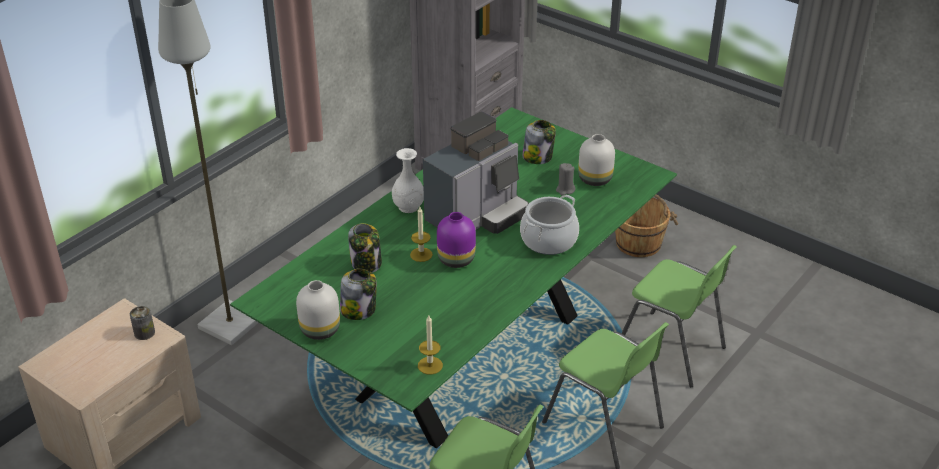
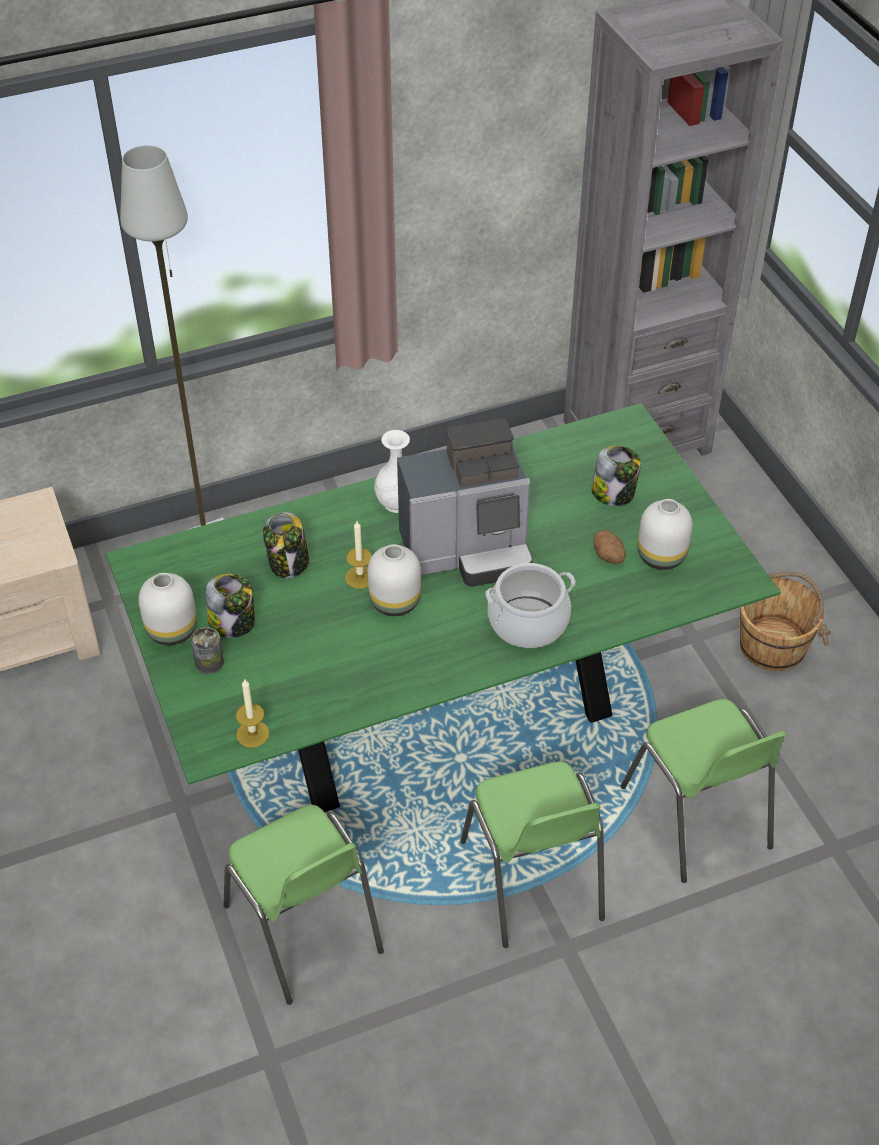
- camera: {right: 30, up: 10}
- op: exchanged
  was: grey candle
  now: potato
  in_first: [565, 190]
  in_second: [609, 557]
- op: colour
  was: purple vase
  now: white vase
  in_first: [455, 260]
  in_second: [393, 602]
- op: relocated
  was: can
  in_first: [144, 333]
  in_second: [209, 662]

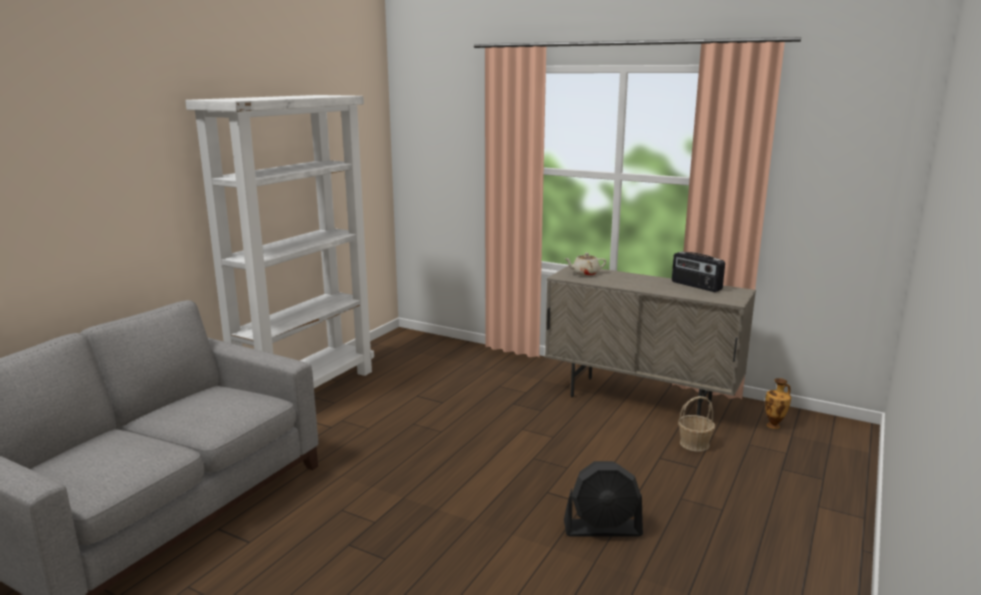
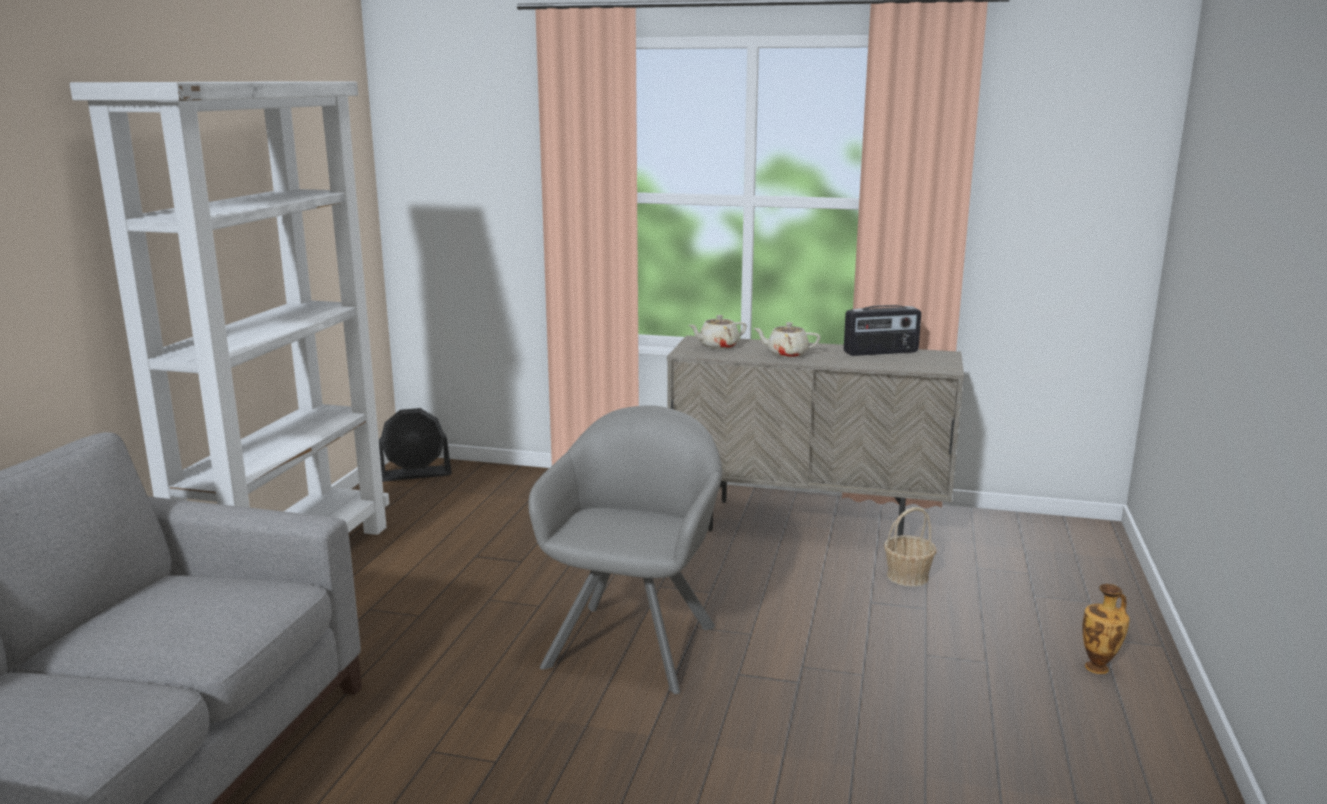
- camera: {right: -15, up: 0}
- op: spun
  was: radio
  in_first: [696, 286]
  in_second: [881, 352]
  clockwise: -45
- op: relocated
  was: vase
  in_first: [774, 426]
  in_second: [1098, 668]
- op: relocated
  was: black fan
  in_first: [603, 528]
  in_second: [415, 474]
- op: appeared
  now: beige teapot
  in_second: [786, 354]
- op: appeared
  now: grey armchair
  in_second: [635, 640]

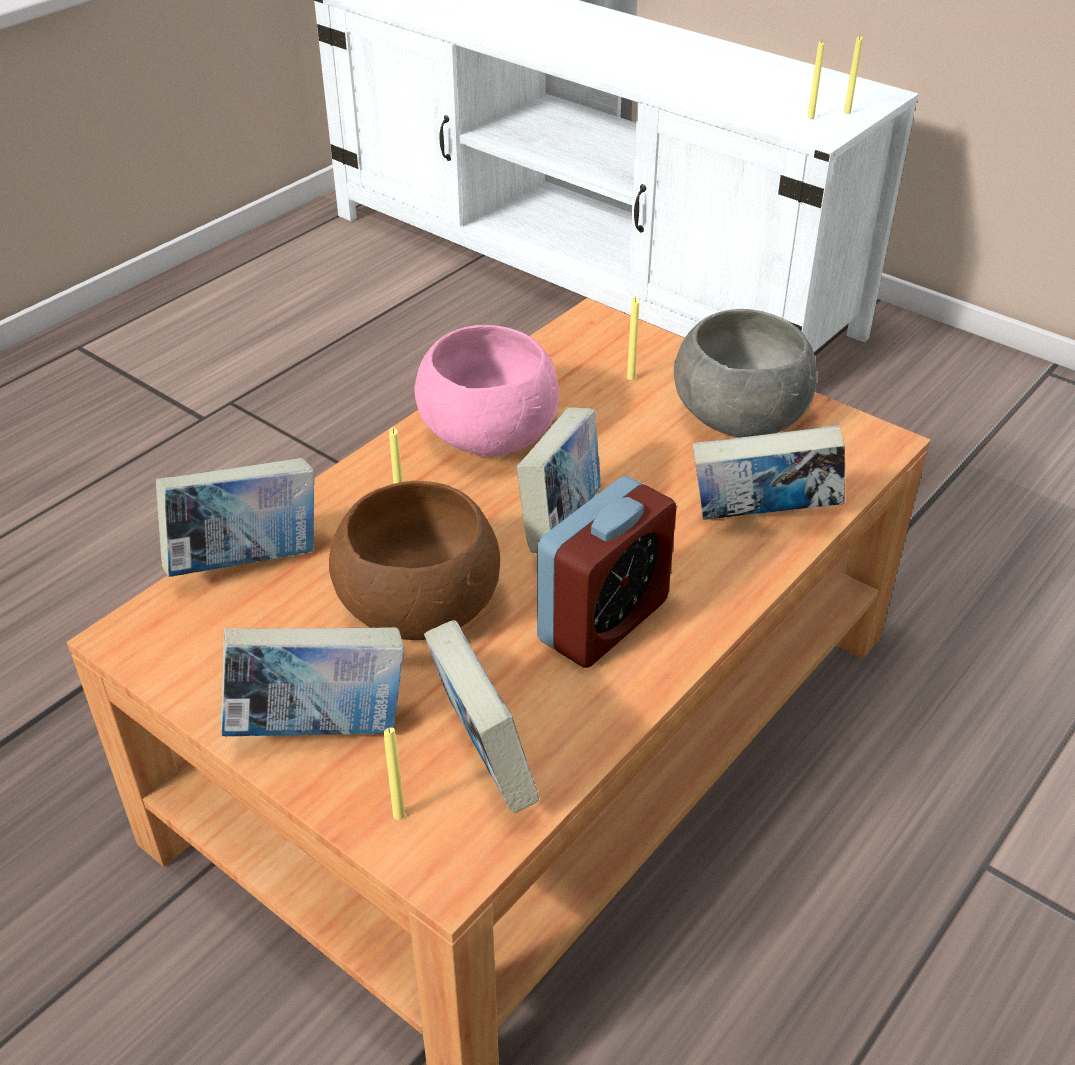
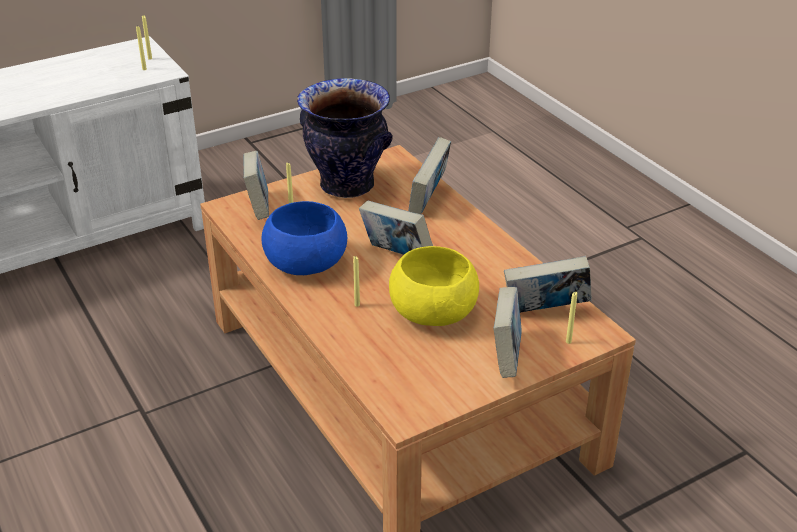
- camera: {right: -70, up: -5}
- op: exchanged
  was: grey bowl
  now: vase
  in_first: [740, 416]
  in_second: [348, 185]
- op: colour
  was: pink bowl
  now: blue bowl
  in_first: [489, 433]
  in_second: [307, 262]
- op: relocated
  was: book
  in_first: [247, 562]
  in_second: [258, 208]
- op: missing
  was: alarm clock
  in_first: [603, 621]
- op: colour
  was: brown bowl
  now: yellow bowl
  in_first: [419, 605]
  in_second: [434, 311]

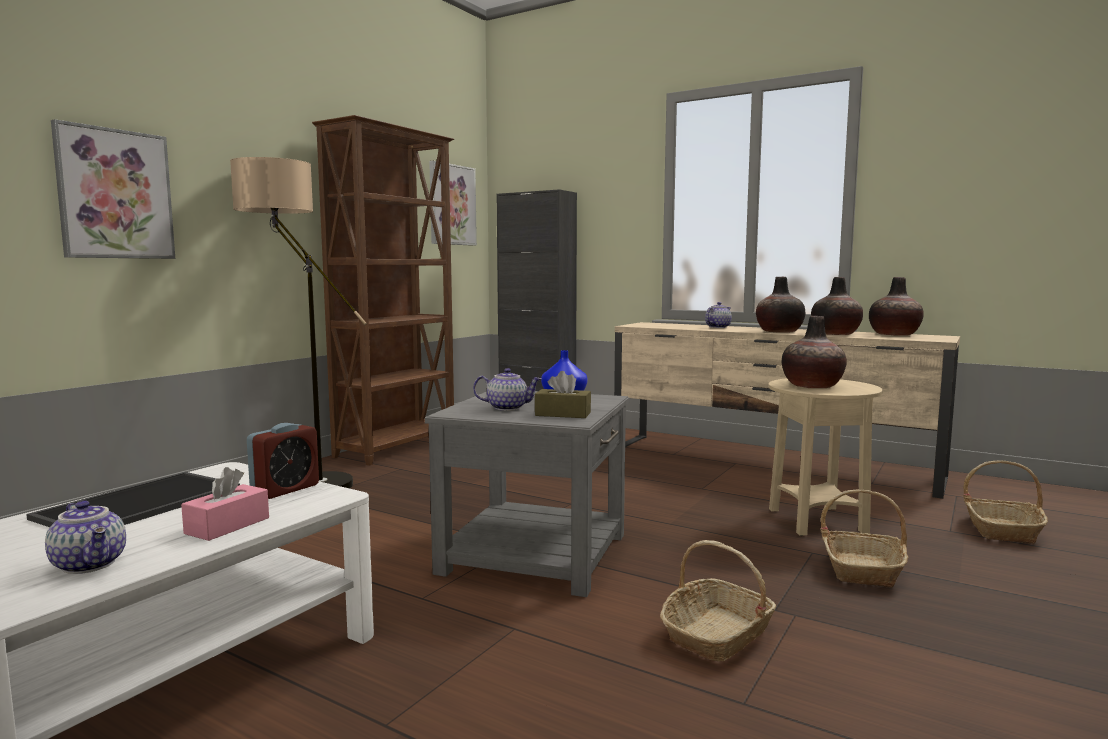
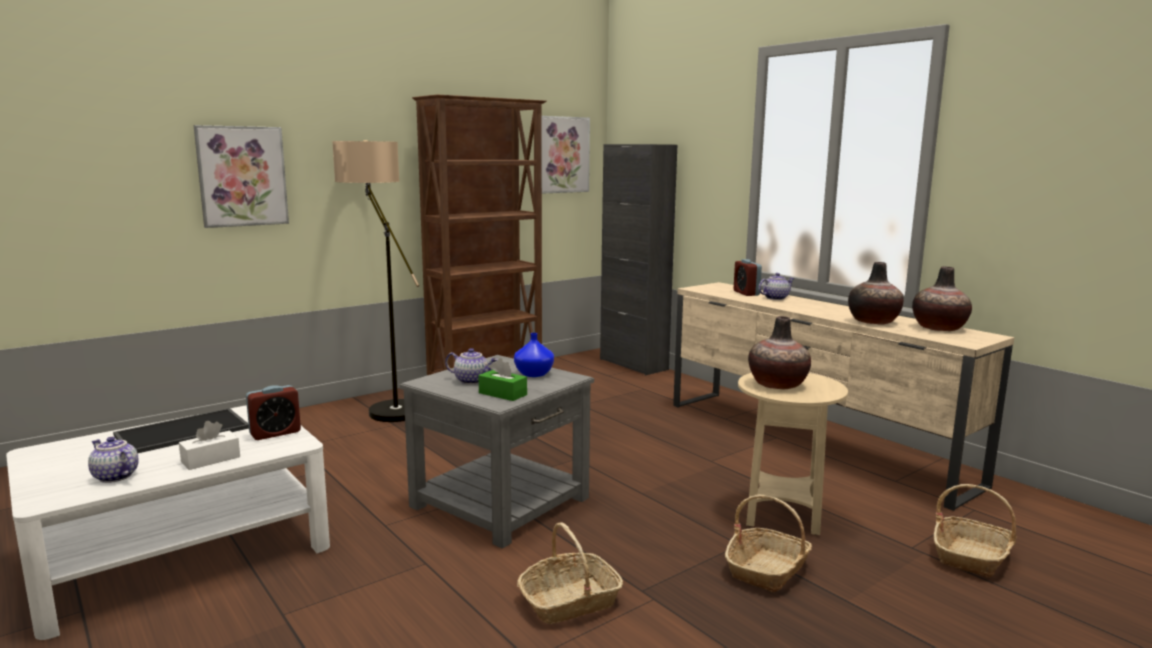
- camera: {right: 20, up: 5}
- op: missing
  was: vase
  in_first: [779, 331]
- op: colour
  was: brown tissue box
  now: green tissue box
  in_first: [563, 414]
  in_second: [502, 394]
- op: colour
  was: pink tissue box
  now: white tissue box
  in_first: [227, 525]
  in_second: [211, 459]
- op: spun
  was: teapot
  in_first: [91, 564]
  in_second: [114, 477]
  clockwise: 150
- op: appeared
  now: alarm clock
  in_second: [746, 293]

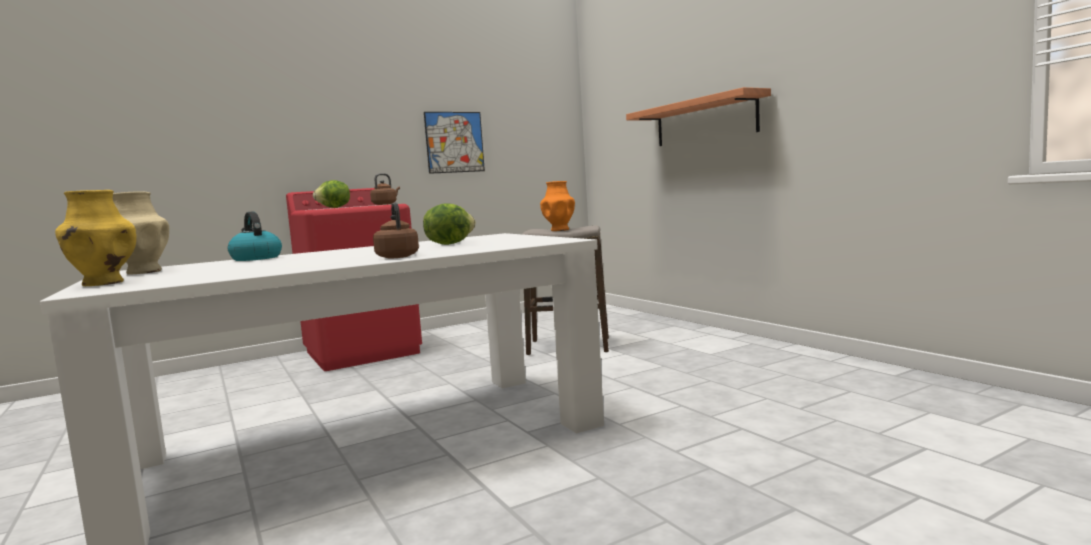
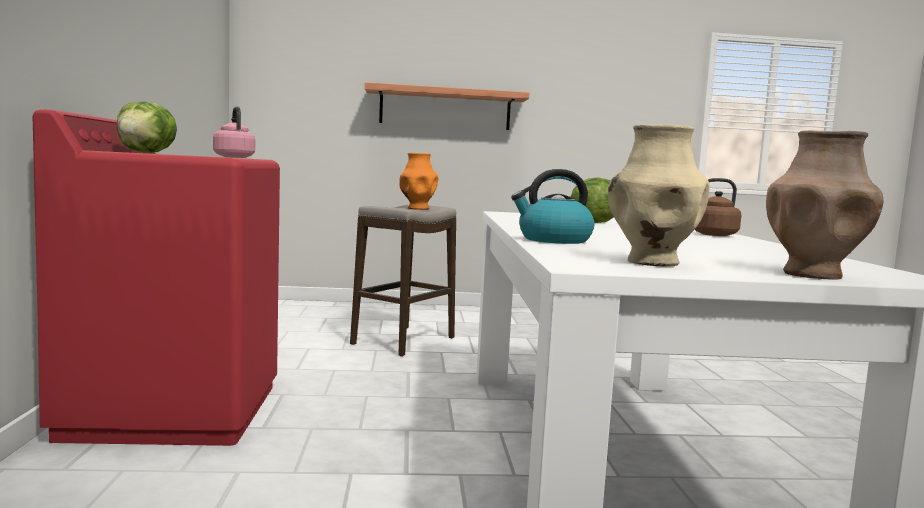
- camera: {right: -65, up: 0}
- op: missing
  was: picture
  in_first: [454, 142]
- op: colour
  was: brown kettle
  now: pink kettle
  in_first: [385, 204]
  in_second: [234, 157]
- op: colour
  was: yellow vase
  now: brown vase
  in_first: [103, 283]
  in_second: [813, 275]

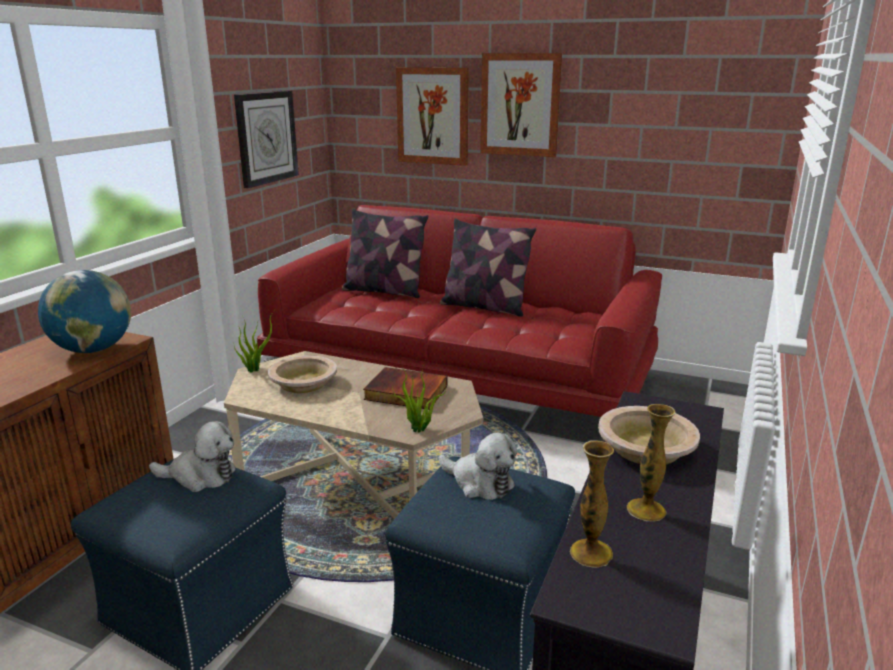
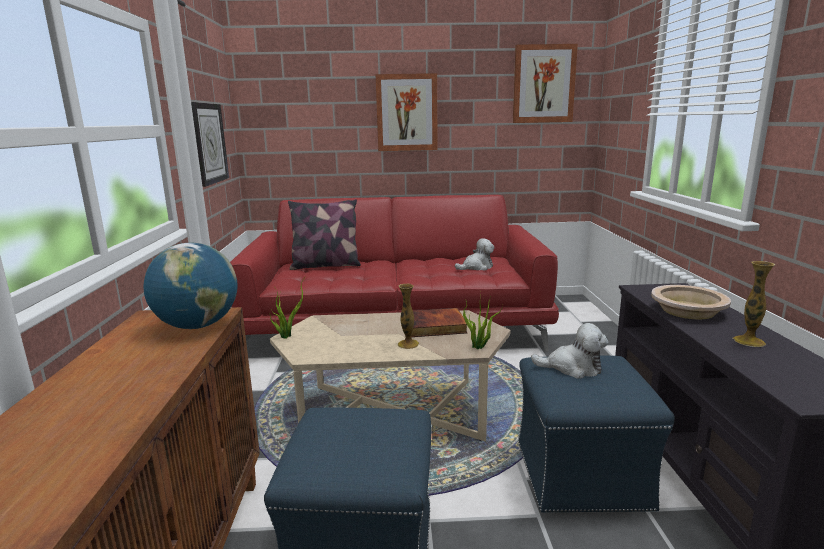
- camera: {right: -25, up: -5}
- op: relocated
  was: picture
  in_first: [433, 116]
  in_second: [543, 84]
- op: missing
  was: pillow
  in_first: [484, 307]
- op: missing
  was: beige bowl
  in_first: [304, 383]
- op: relocated
  was: plush toy
  in_first: [200, 476]
  in_second: [476, 267]
- op: relocated
  was: vase
  in_first: [591, 553]
  in_second: [408, 344]

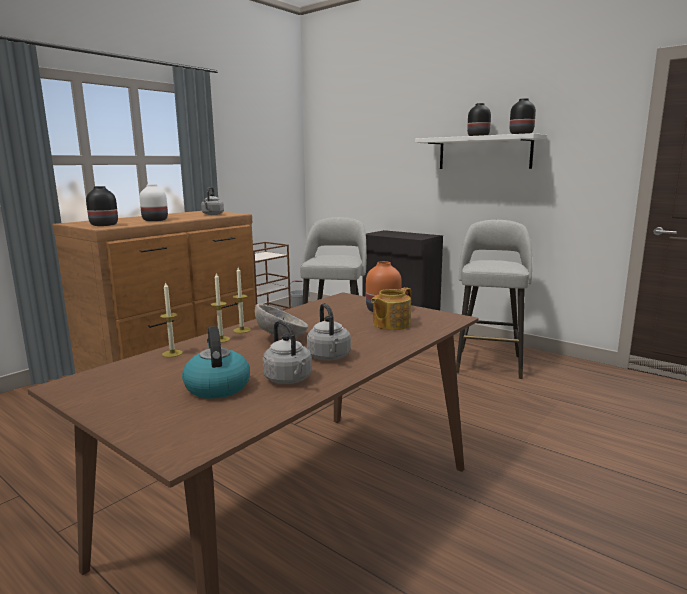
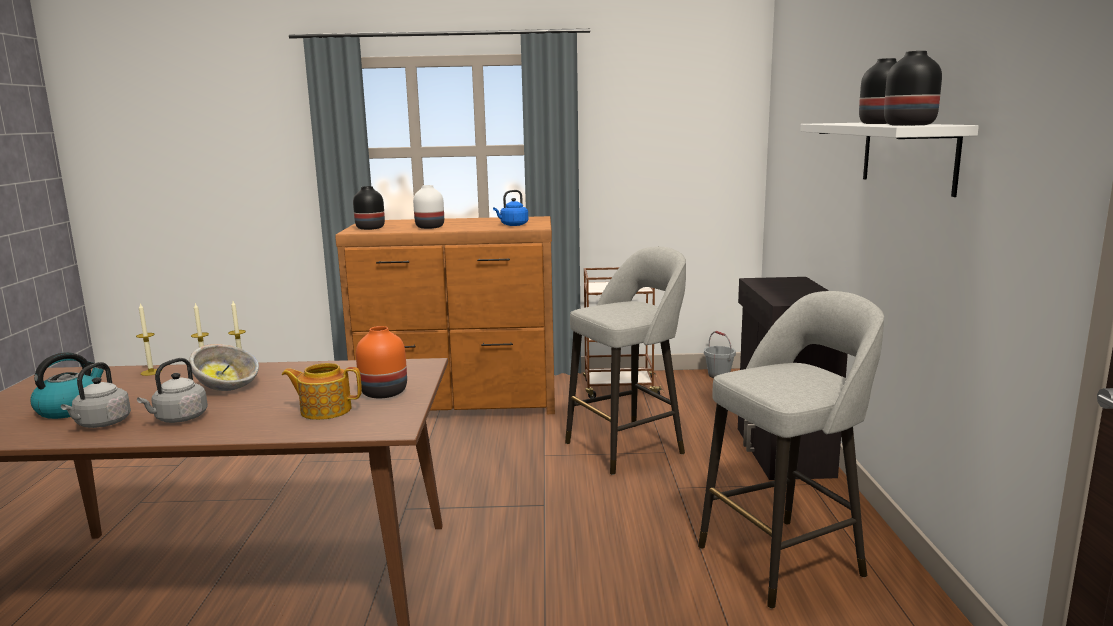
- camera: {right: 50, up: 0}
- op: colour
  was: grey kettle
  now: blue kettle
  in_first: [212, 214]
  in_second: [512, 225]

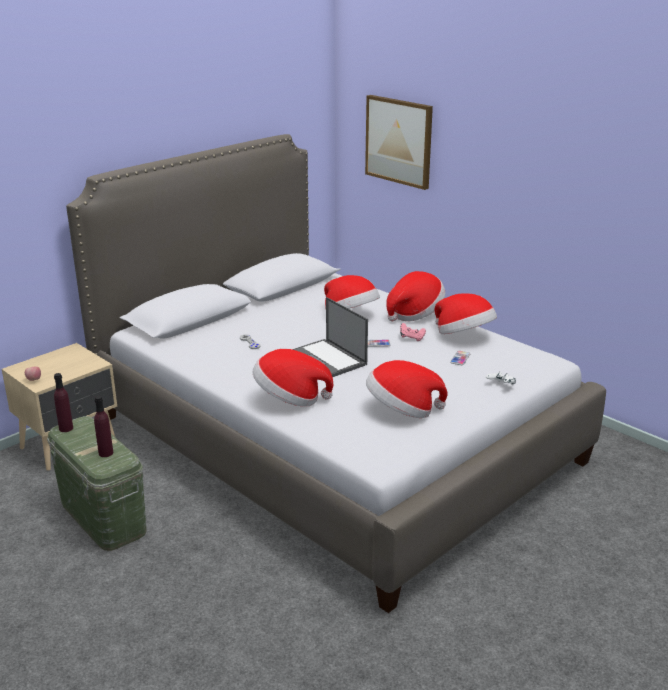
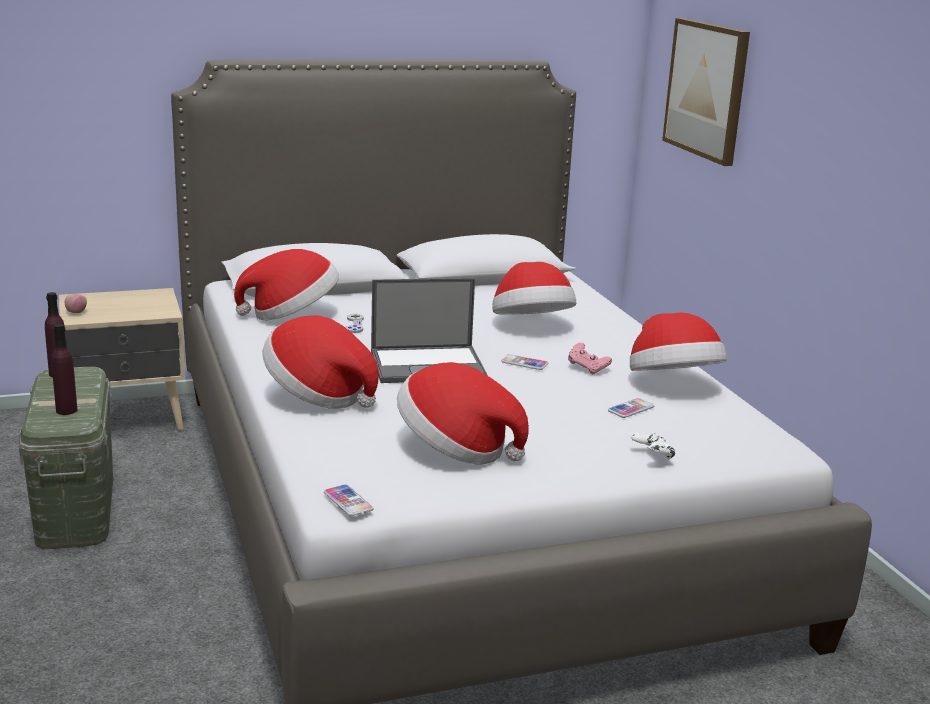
- camera: {right: 25, up: -5}
- op: relocated
  was: hat
  in_first: [414, 313]
  in_second: [291, 315]
- op: spun
  was: laptop
  in_first: [327, 360]
  in_second: [429, 365]
  clockwise: -90
- op: appeared
  now: phone
  in_second: [348, 501]

